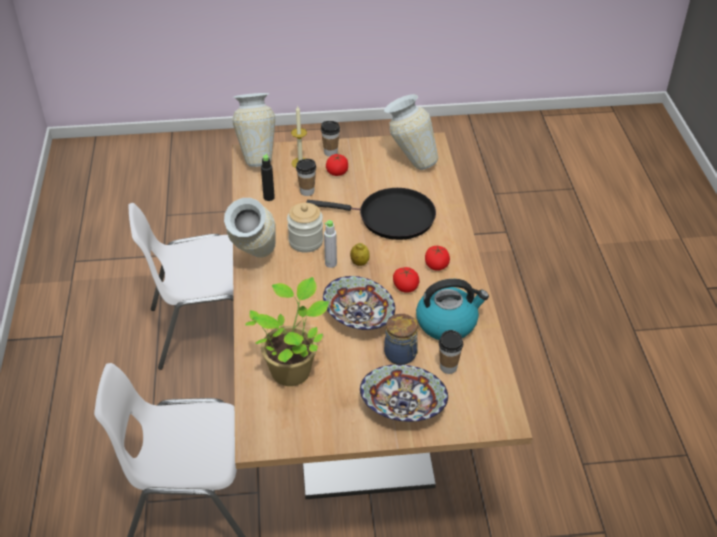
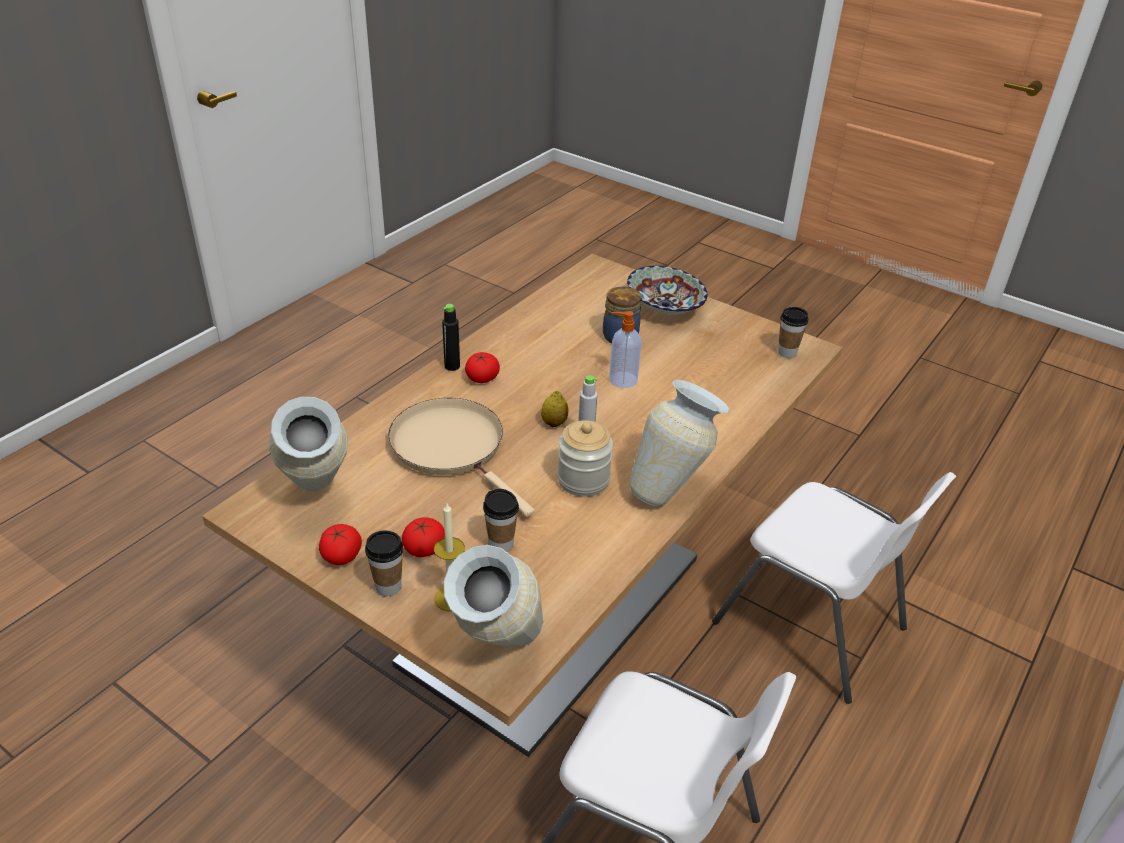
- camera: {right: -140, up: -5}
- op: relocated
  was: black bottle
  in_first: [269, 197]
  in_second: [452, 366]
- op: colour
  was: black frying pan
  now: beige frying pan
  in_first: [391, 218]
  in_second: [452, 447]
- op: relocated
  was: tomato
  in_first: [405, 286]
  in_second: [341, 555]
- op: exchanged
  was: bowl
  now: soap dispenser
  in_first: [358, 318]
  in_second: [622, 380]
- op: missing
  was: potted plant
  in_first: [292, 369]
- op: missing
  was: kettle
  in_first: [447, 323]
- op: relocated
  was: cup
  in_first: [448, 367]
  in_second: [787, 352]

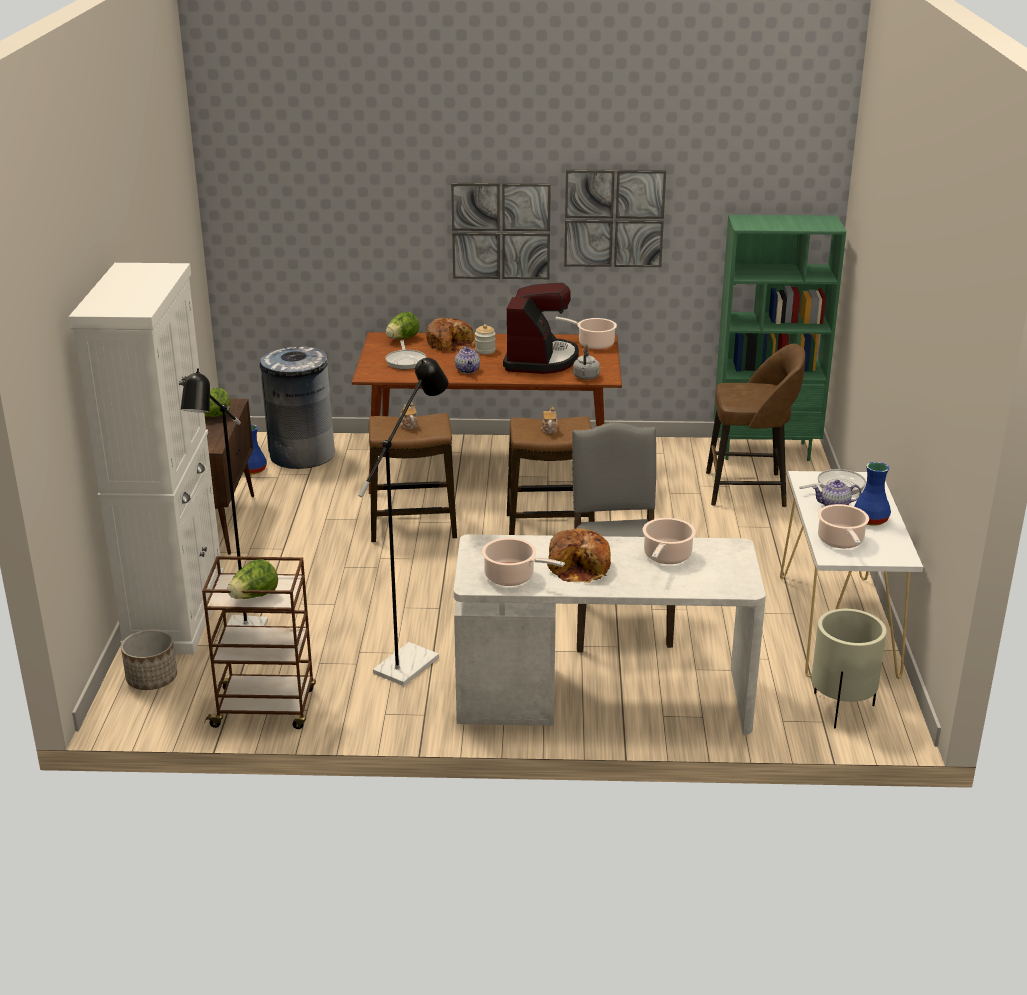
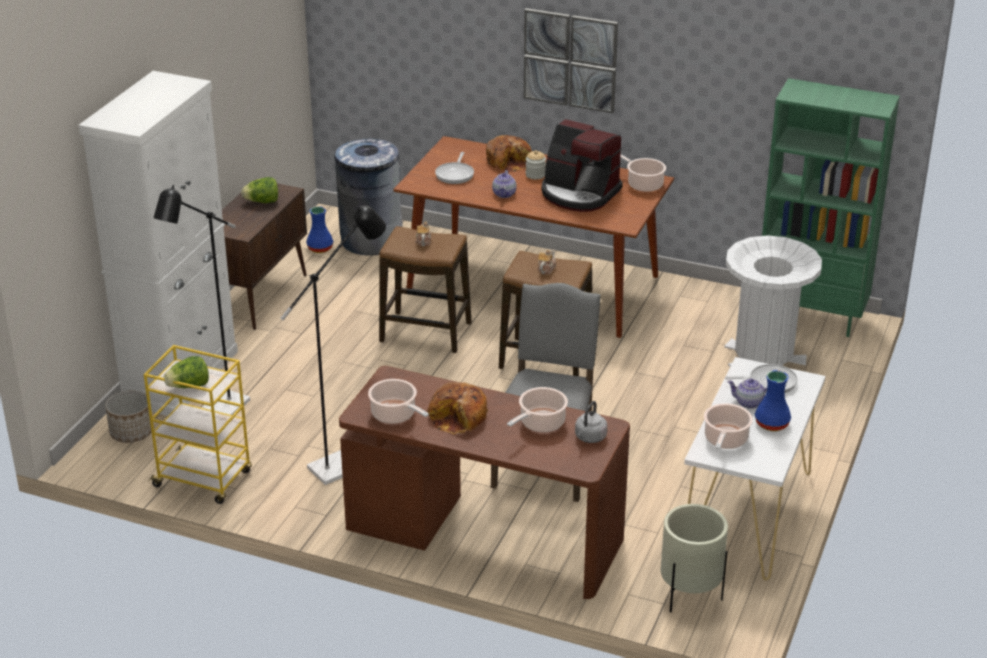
- camera: {right: 20, up: 5}
- op: missing
  was: picture
  in_first: [614, 218]
- op: spun
  was: coffee machine
  in_first: [540, 360]
  in_second: [579, 194]
  clockwise: 90
- op: missing
  was: lettuce
  in_first: [402, 339]
- op: relocated
  was: grey kettle
  in_first: [586, 377]
  in_second: [589, 438]
- op: exchanged
  was: brown stool
  now: white trash can
  in_first: [748, 489]
  in_second: [763, 356]
- op: colour
  was: white desk
  now: brown desk
  in_first: [602, 699]
  in_second: [483, 536]
- op: colour
  was: brown cart
  now: yellow cart
  in_first: [265, 708]
  in_second: [204, 479]

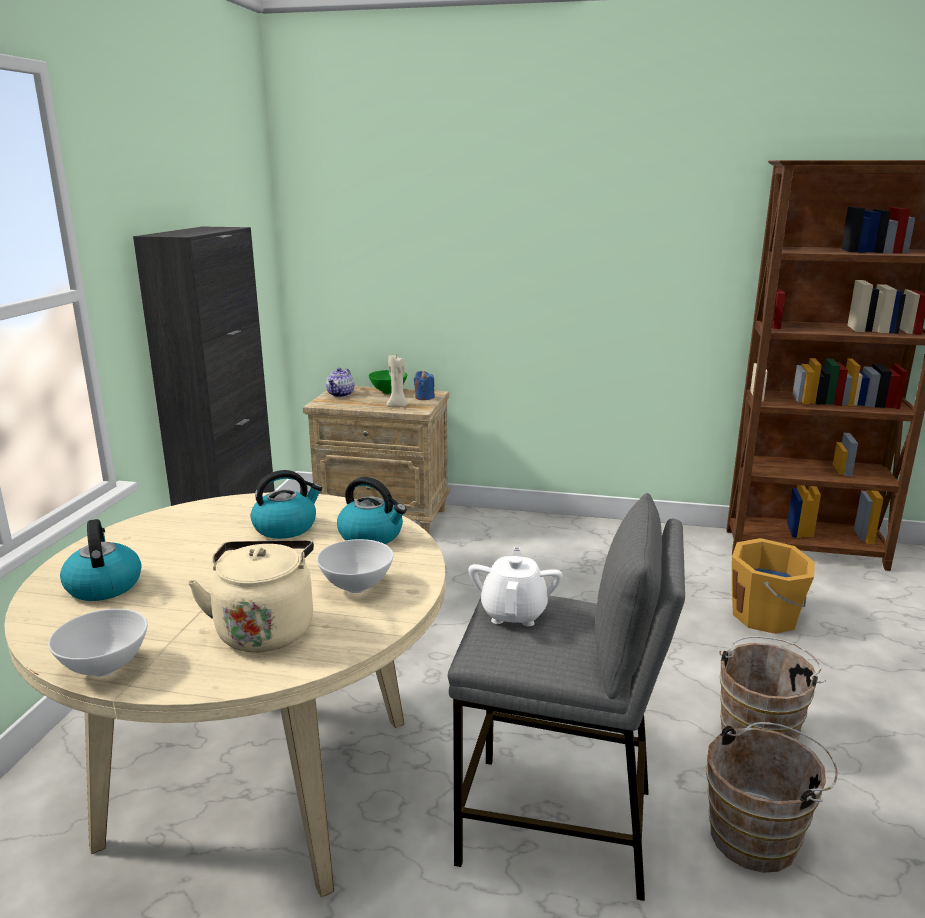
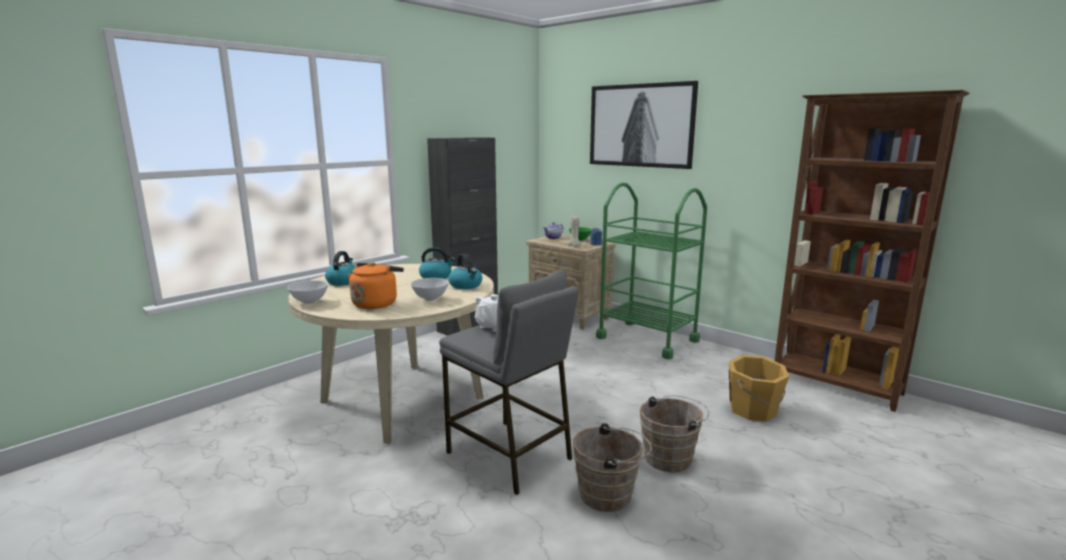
- camera: {right: 30, up: -5}
- op: colour
  was: beige kettle
  now: orange kettle
  in_first: [265, 628]
  in_second: [376, 303]
- op: appeared
  now: picture
  in_second: [641, 125]
- op: appeared
  now: green cart
  in_second: [647, 339]

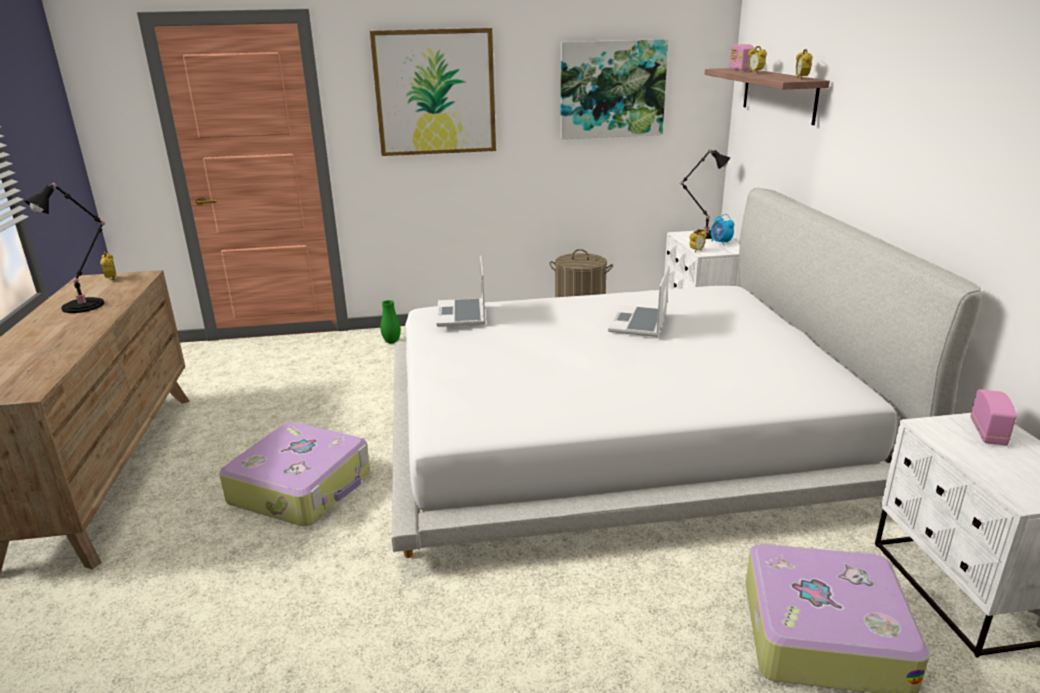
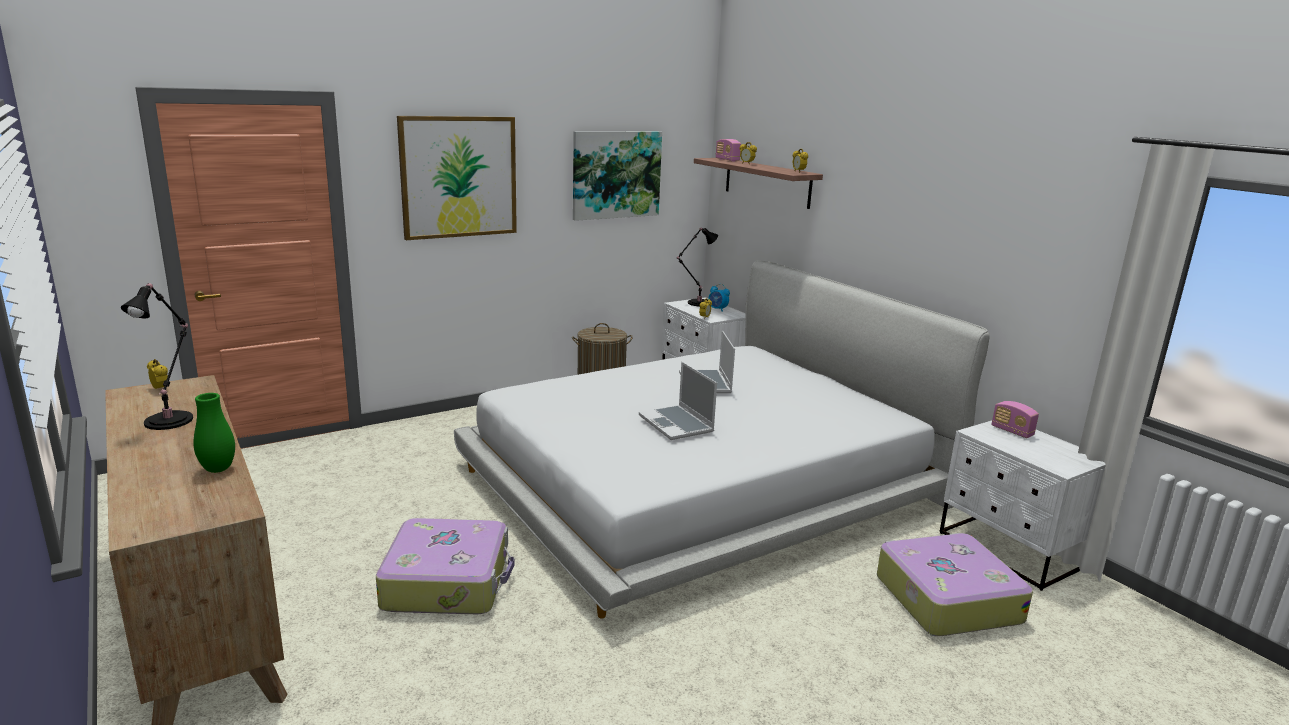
- camera: {right: -25, up: -5}
- op: relocated
  was: laptop
  in_first: [462, 314]
  in_second: [677, 424]
- op: relocated
  was: green vase
  in_first: [391, 342]
  in_second: [218, 469]
- op: spun
  was: radio
  in_first: [988, 432]
  in_second: [1012, 431]
  clockwise: 150

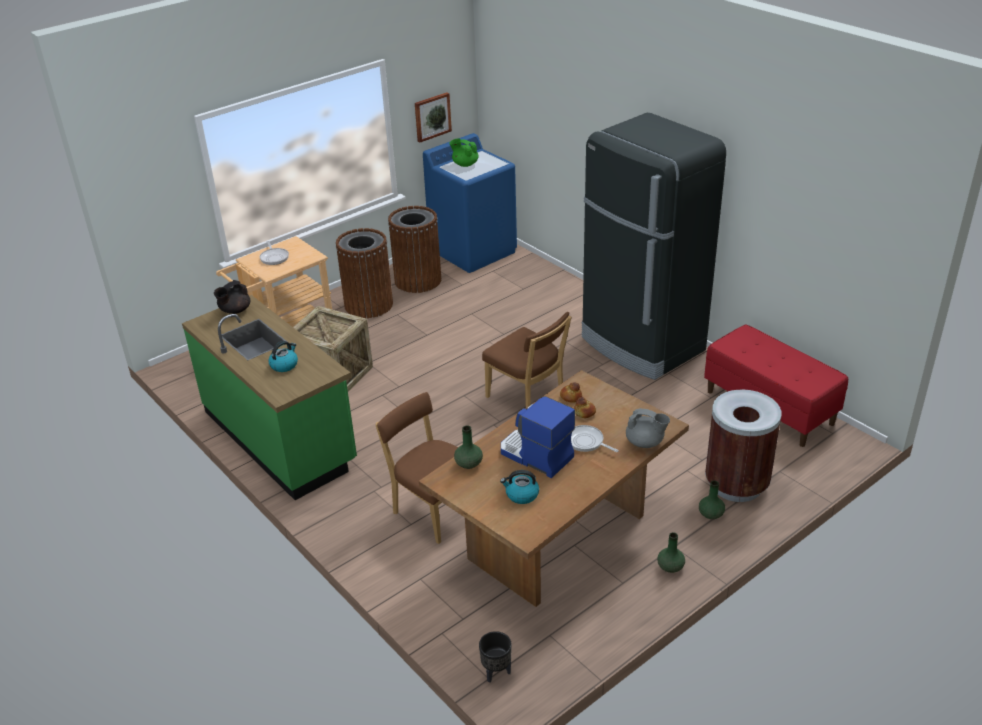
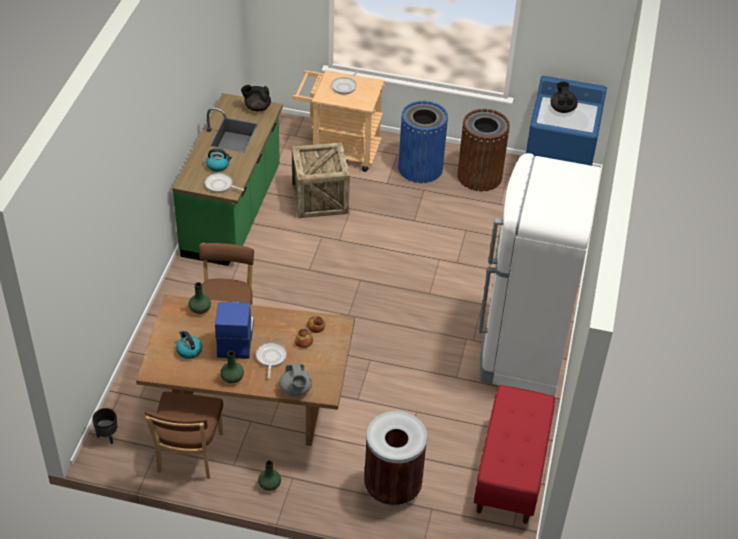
- camera: {right: 50, up: 10}
- op: missing
  was: picture
  in_first: [432, 116]
- op: colour
  was: black fridge
  now: white fridge
  in_first: [641, 345]
  in_second: [522, 352]
- op: colour
  was: green teapot
  now: black teapot
  in_first: [465, 164]
  in_second: [562, 108]
- op: colour
  was: brown trash can
  now: blue trash can
  in_first: [369, 305]
  in_second: [420, 168]
- op: relocated
  was: brown chair
  in_first: [527, 398]
  in_second: [188, 456]
- op: relocated
  was: green vase
  in_first: [710, 514]
  in_second: [232, 378]
- op: appeared
  now: frying pan
  in_second: [220, 185]

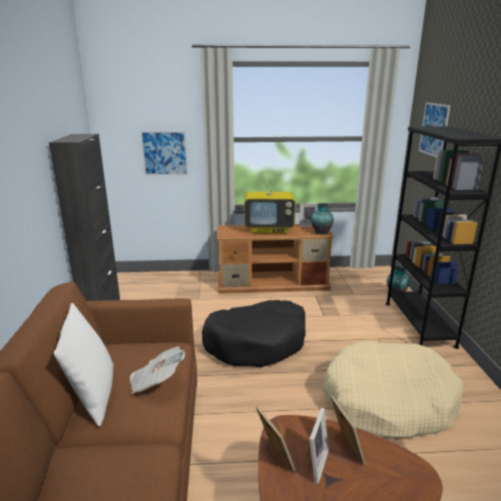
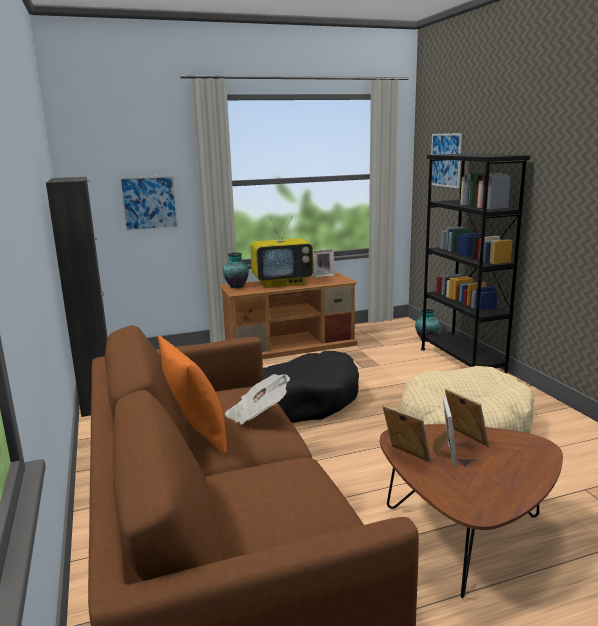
- camera: {right: -15, up: -5}
- op: relocated
  was: vase
  in_first: [321, 232]
  in_second: [236, 286]
- op: colour
  was: white pillow
  now: orange pillow
  in_first: [93, 395]
  in_second: [196, 434]

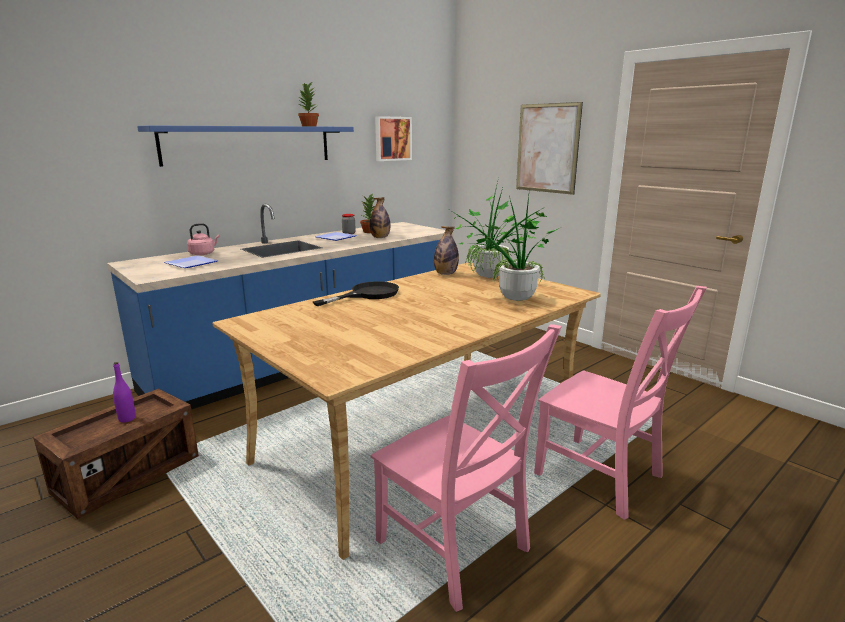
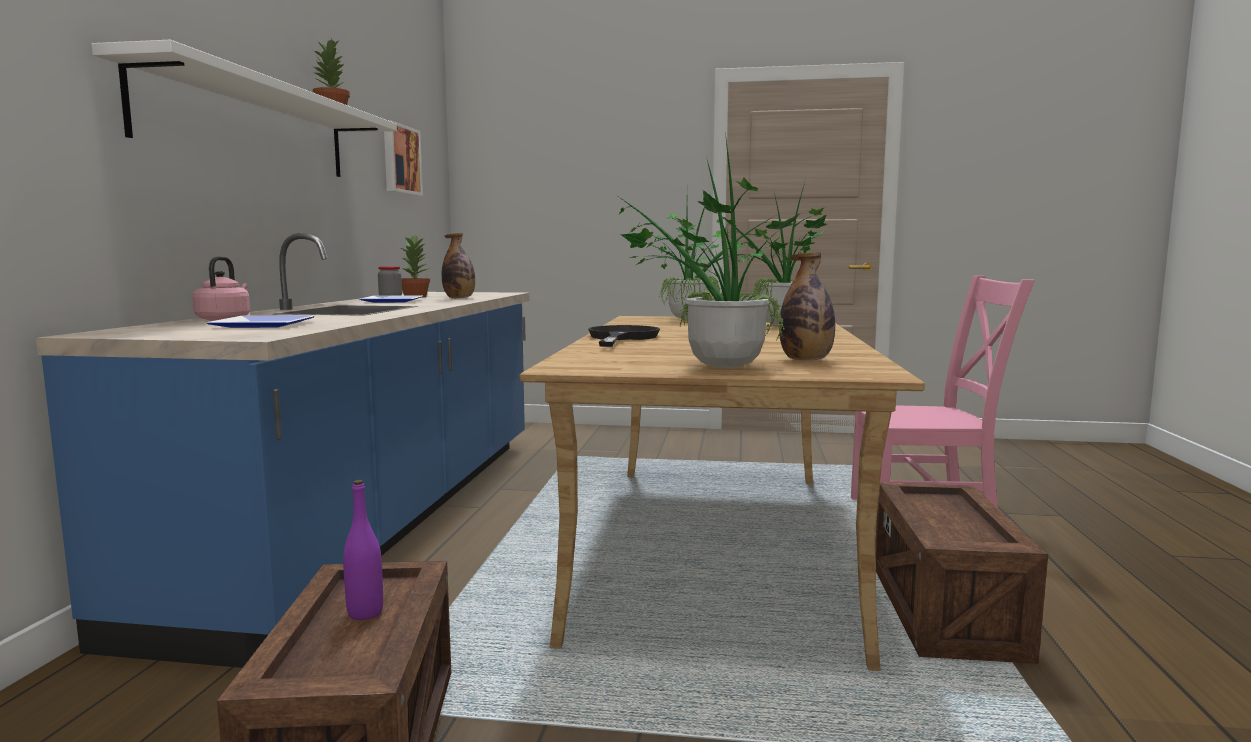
- camera: {right: -40, up: -10}
- op: missing
  was: picture
  in_first: [547, 148]
- op: colour
  was: blue shelf
  now: white shelf
  in_first: [250, 144]
  in_second: [251, 127]
- op: relocated
  was: bottle
  in_first: [445, 274]
  in_second: [806, 360]
- op: exchanged
  was: pink chair
  now: crate
  in_first: [456, 549]
  in_second: [945, 611]
- op: appeared
  now: potted plant
  in_second: [709, 366]

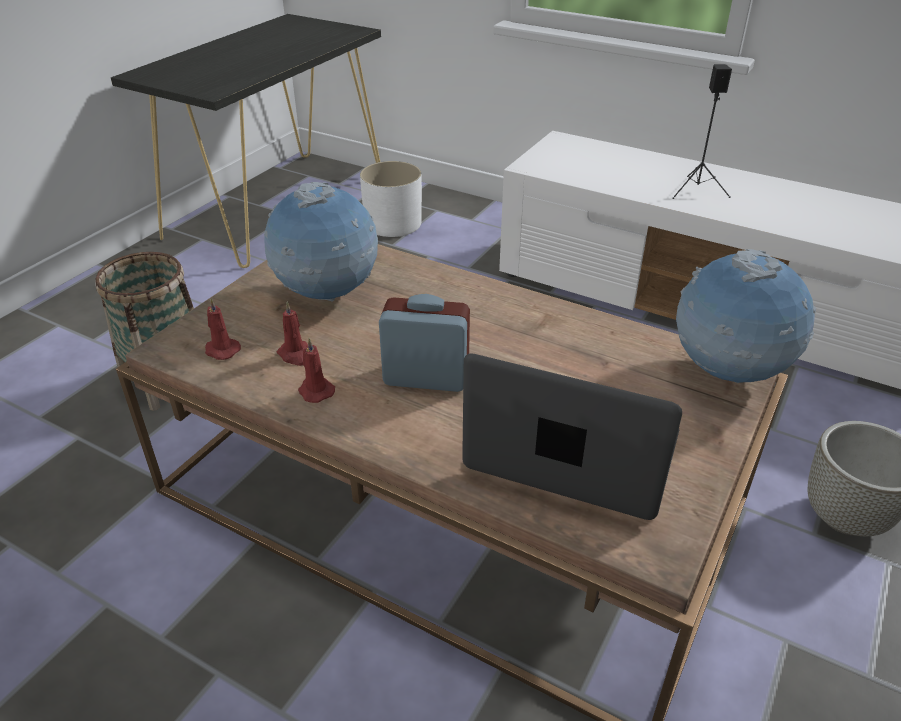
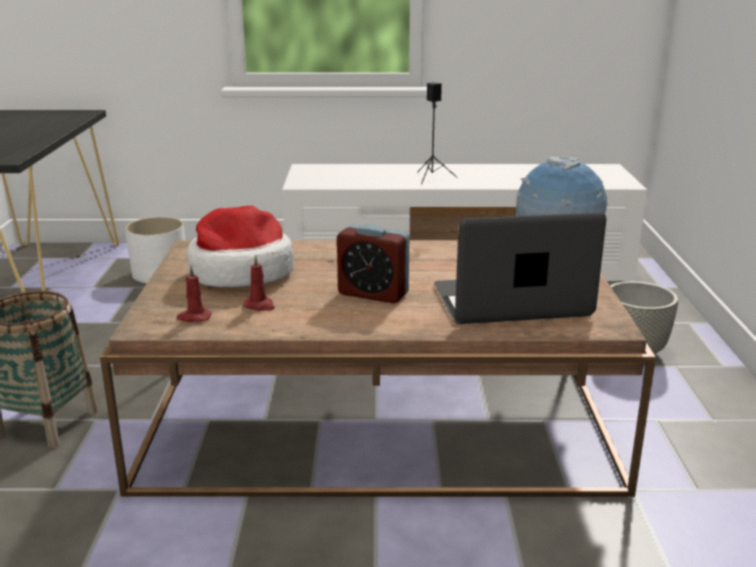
- camera: {right: -30, up: -15}
- op: exchanged
  was: globe
  now: hat
  in_first: [327, 295]
  in_second: [241, 272]
- op: spun
  was: alarm clock
  in_first: [426, 377]
  in_second: [373, 294]
  clockwise: -135
- op: missing
  was: red candle
  in_first: [315, 391]

